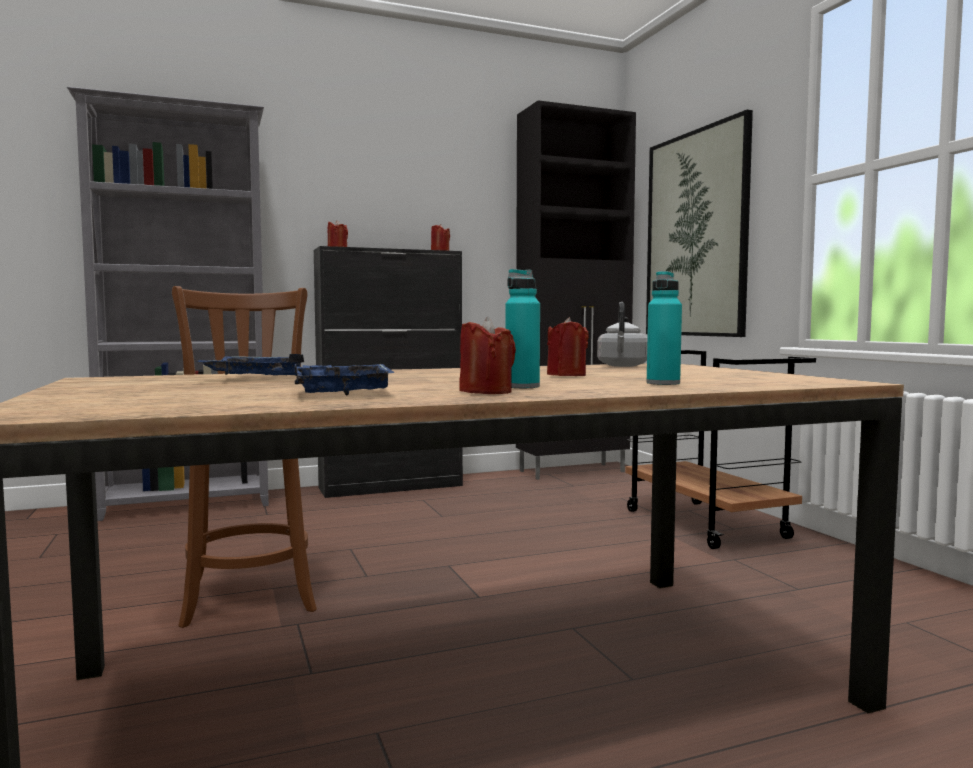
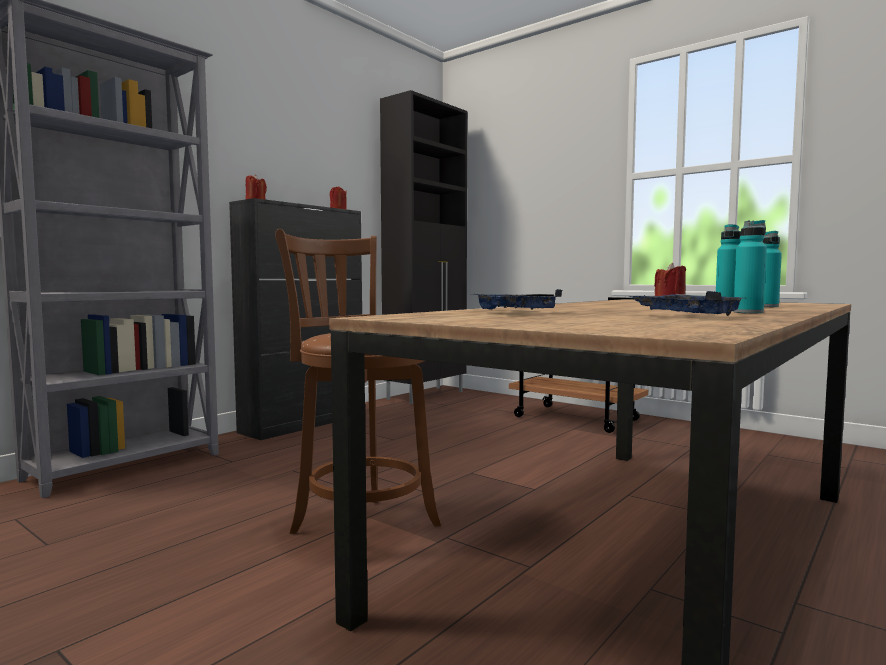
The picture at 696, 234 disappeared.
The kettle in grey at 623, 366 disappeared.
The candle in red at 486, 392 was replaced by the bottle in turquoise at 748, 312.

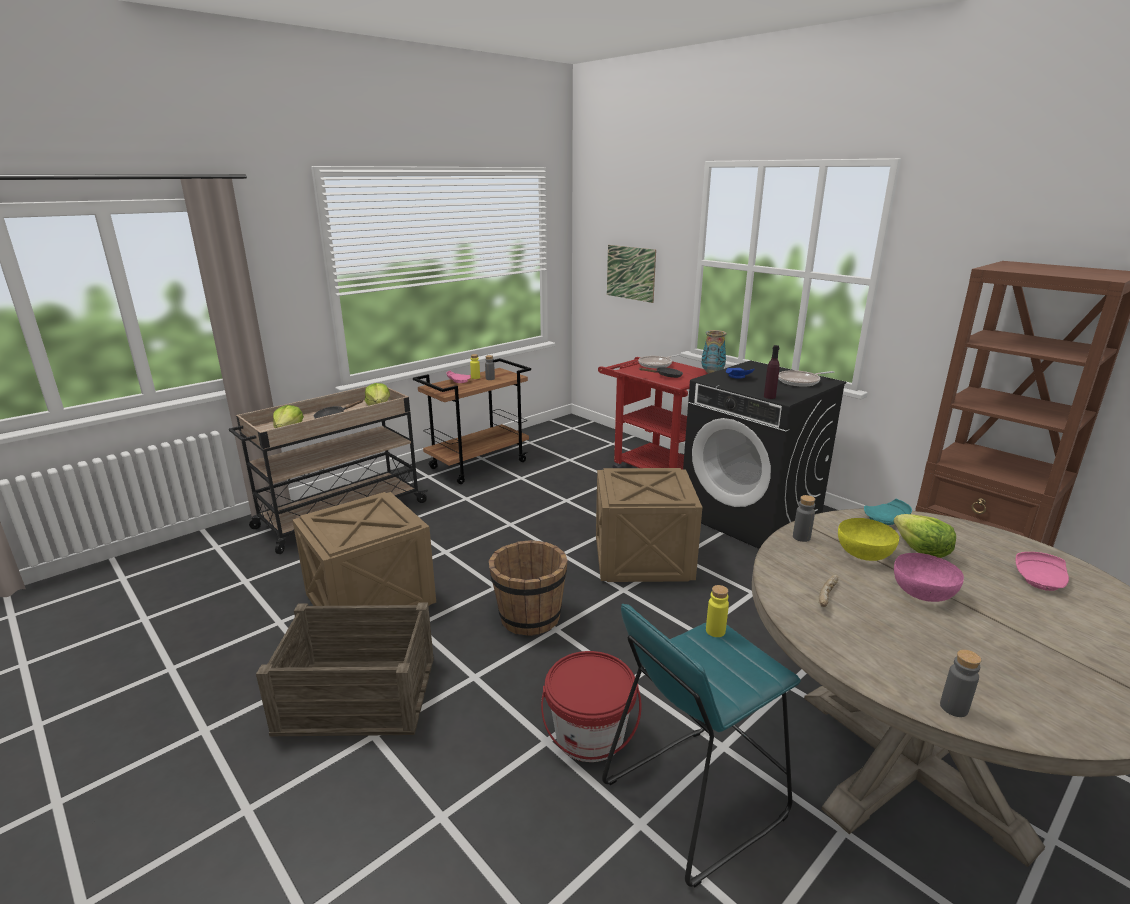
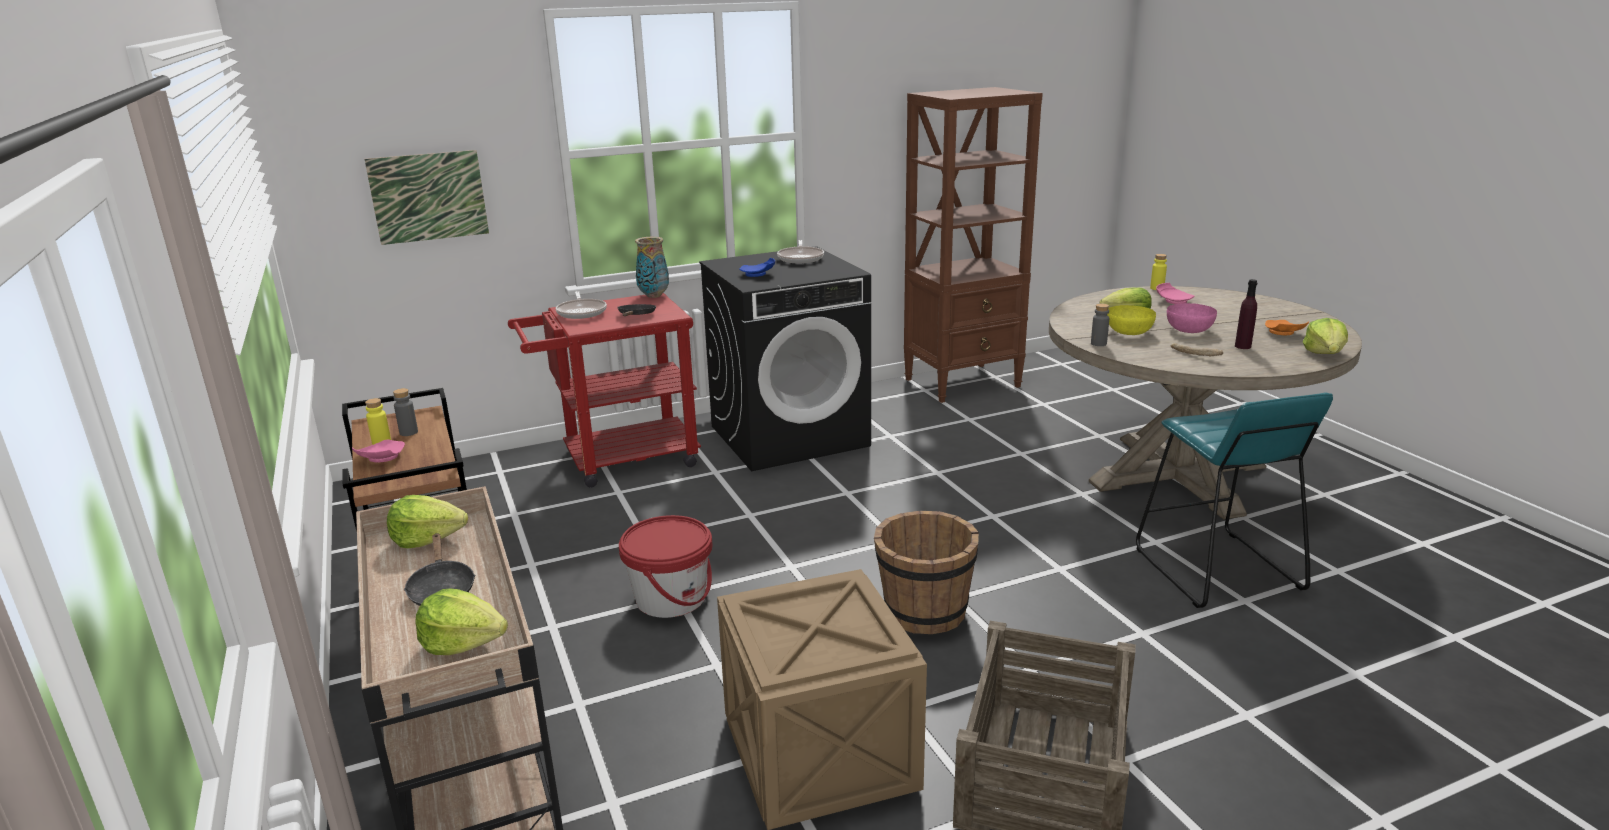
The bottle in purple moved from 769, 397 to 1242, 346.
The crate at 644, 559 disappeared.
The plate in turquoise at 886, 520 disappeared.
The bottle in yellow moved from 715, 631 to 1157, 288.
The bottle in grey at 953, 708 was replaced by the lettuce at 1324, 353.
The bucket in red moved from 589, 735 to 671, 598.
The plate in orange at 1283, 333 appeared.

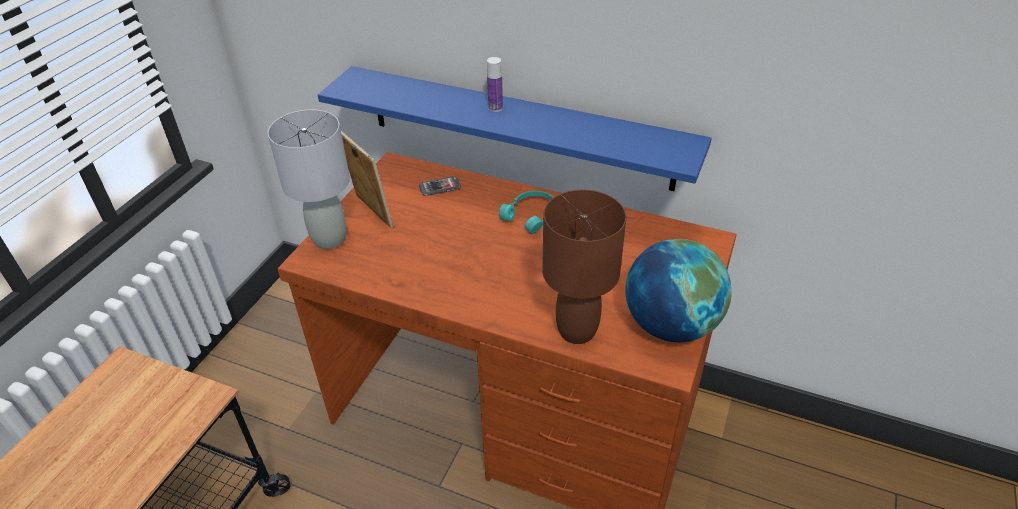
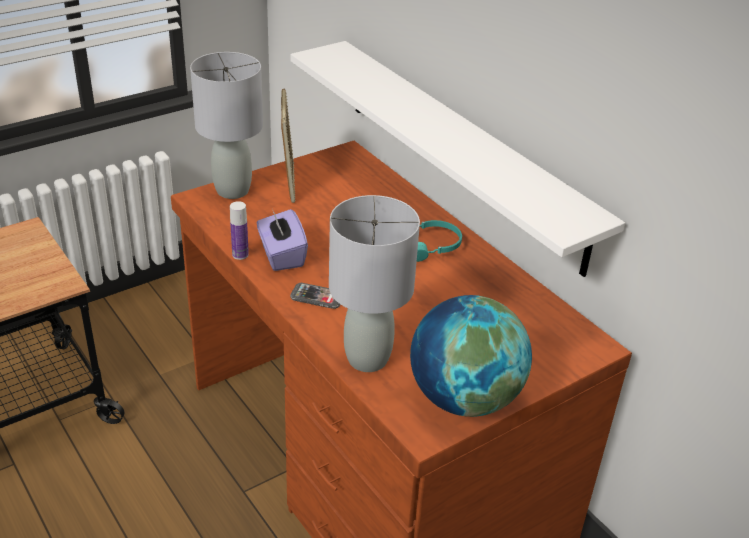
The bottle moved from 495, 108 to 240, 254.
The shelf in blue at 518, 127 became the shelf in white at 461, 151.
The phone moved from 440, 187 to 317, 297.
The table lamp in brown at 576, 331 became the table lamp in grey at 367, 358.
The tissue box in purple at 281, 255 appeared.

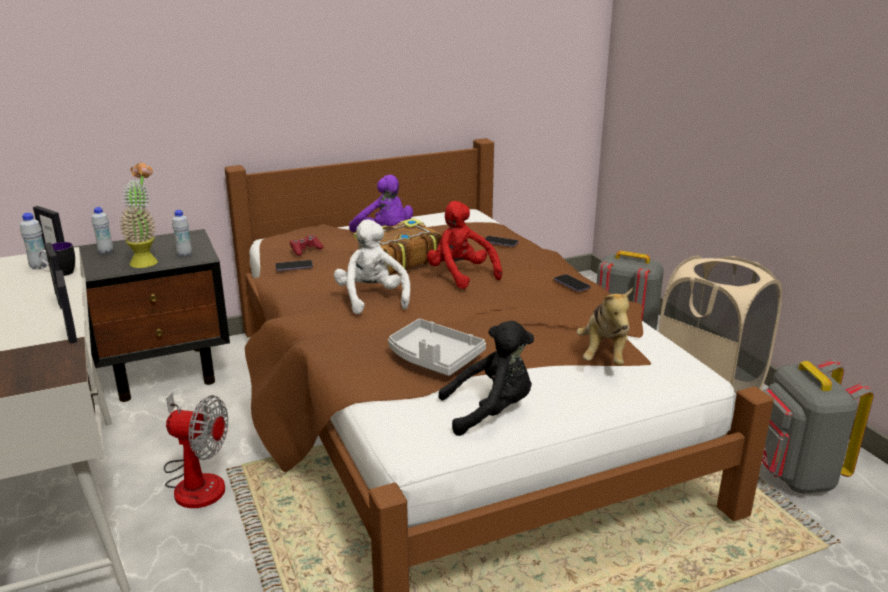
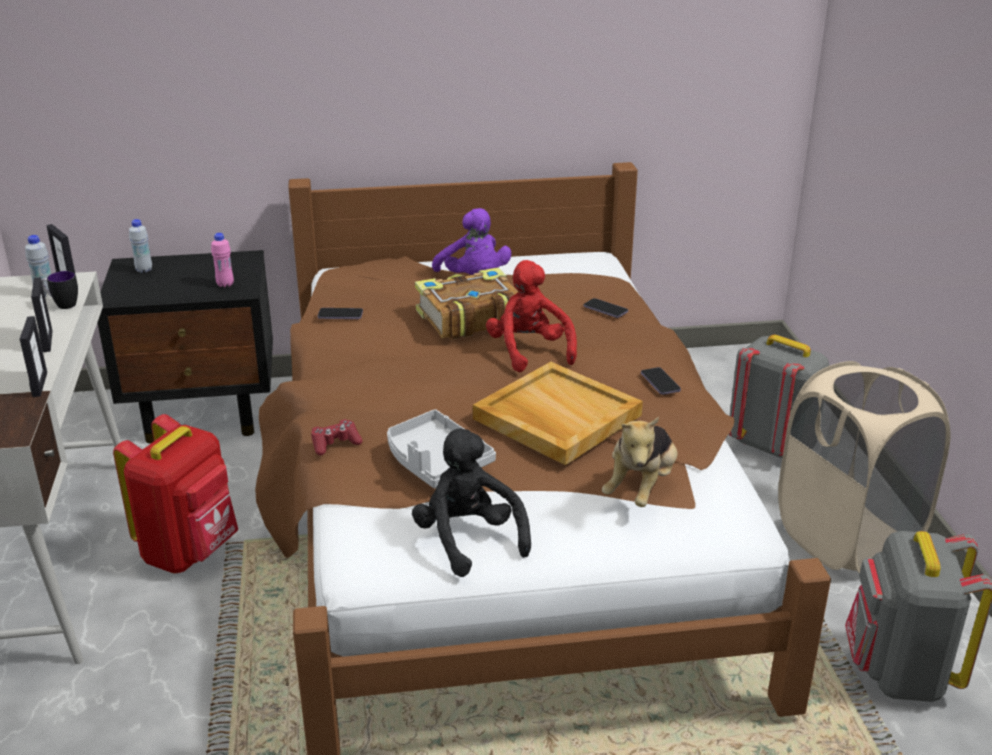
The potted plant at 147, 260 disappeared.
The bottle in white at 184, 255 became the bottle in pink at 225, 285.
The plush toy in white at 372, 298 disappeared.
The game controller in red moved from 305, 250 to 335, 443.
The plush toy in black at 491, 411 turned 120 degrees counterclockwise.
The fan at 196, 481 was replaced by the backpack in red at 190, 551.
The tray in beige at 555, 417 appeared.

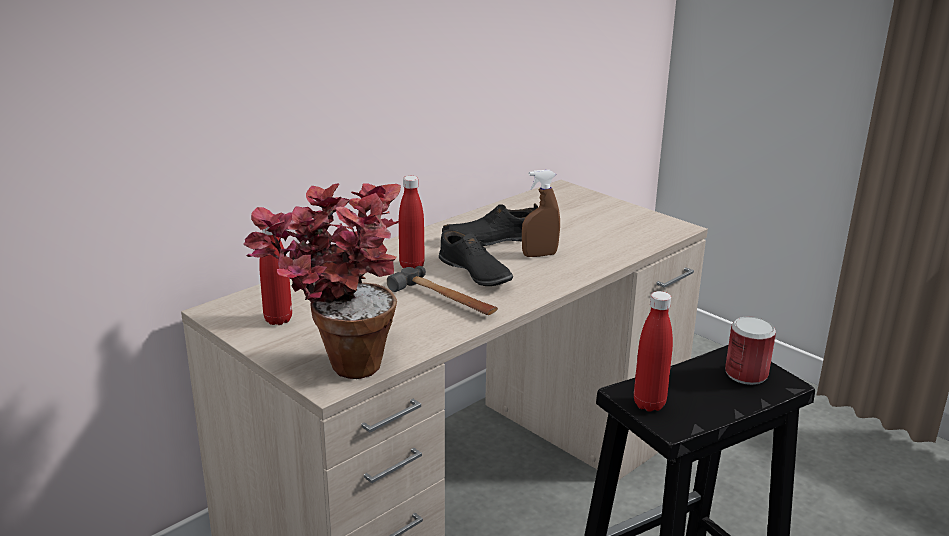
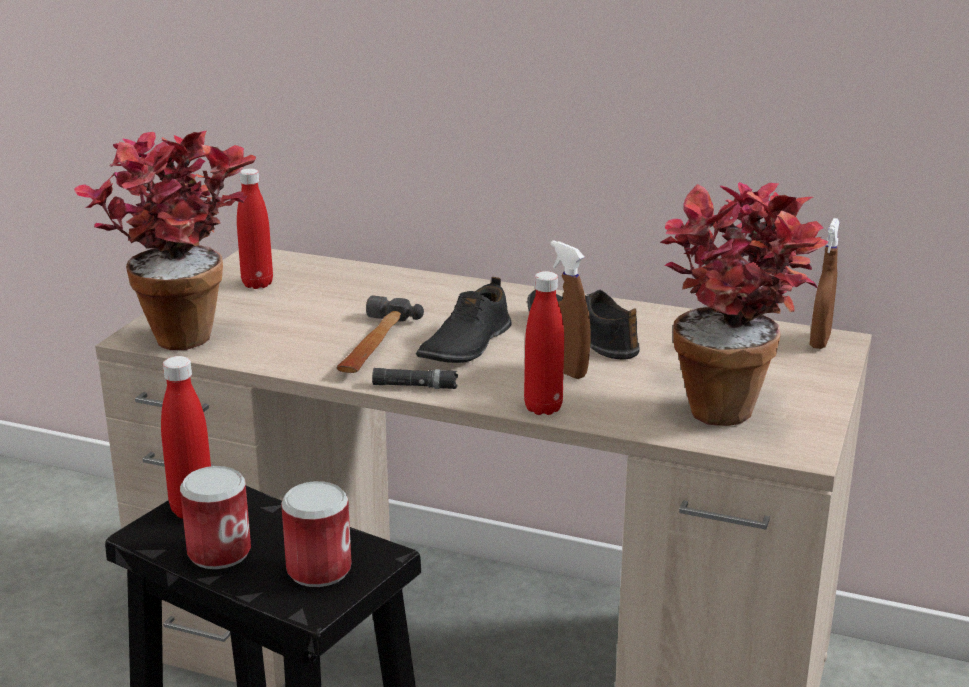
The bottle in red moved from 412, 266 to 543, 408.
The potted plant at 729, 403 appeared.
The spray bottle in brown at 819, 341 appeared.
The flashlight in black at 415, 386 appeared.
The can at 219, 552 appeared.

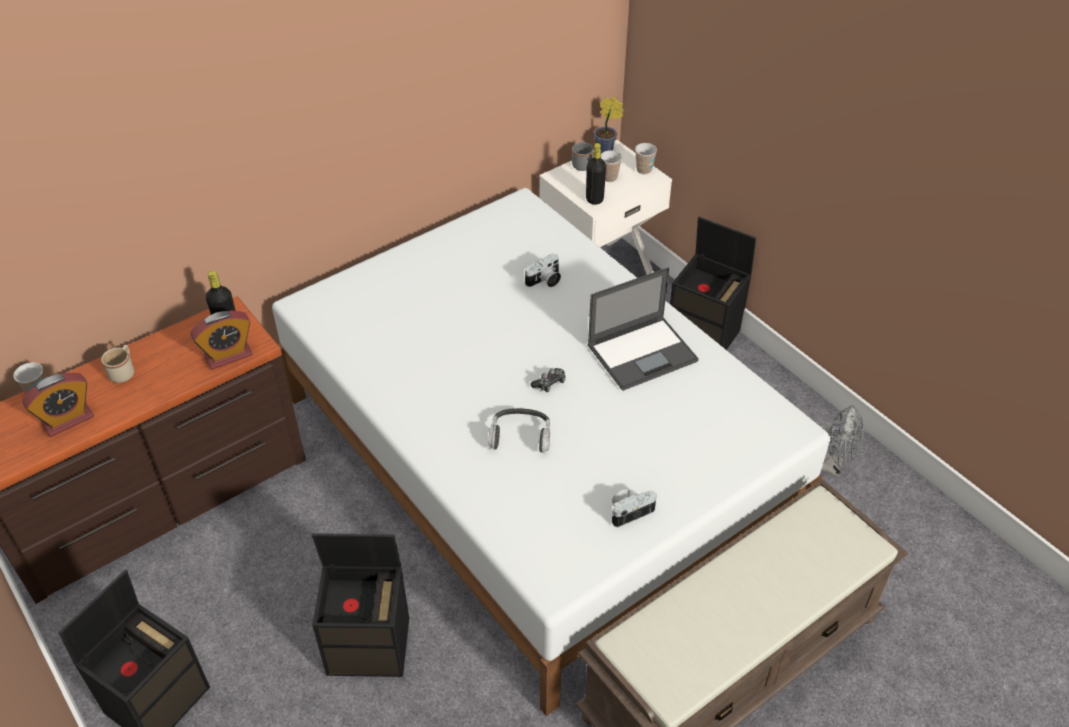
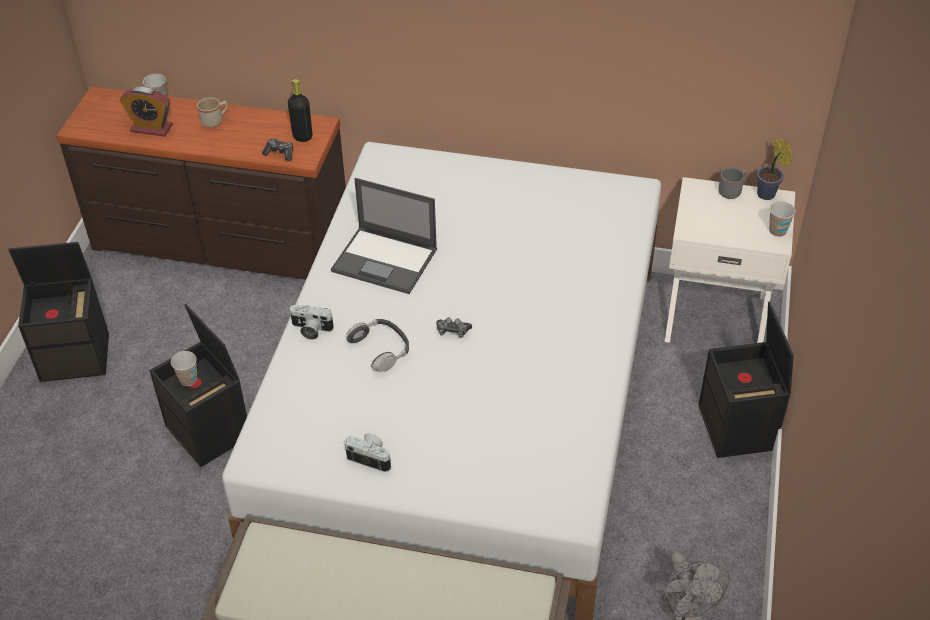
The bottle in black at 594, 199 disappeared.
The cup moved from 609, 177 to 188, 379.
The photo camera moved from 544, 281 to 311, 330.
The laptop moved from 643, 352 to 386, 260.
The alarm clock at 228, 355 was replaced by the game controller at 280, 153.

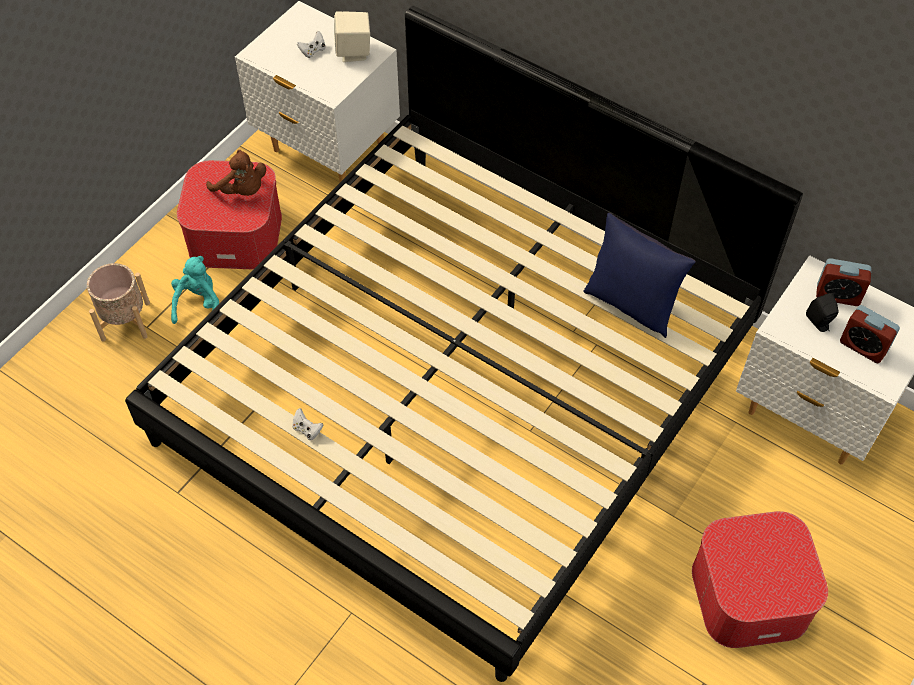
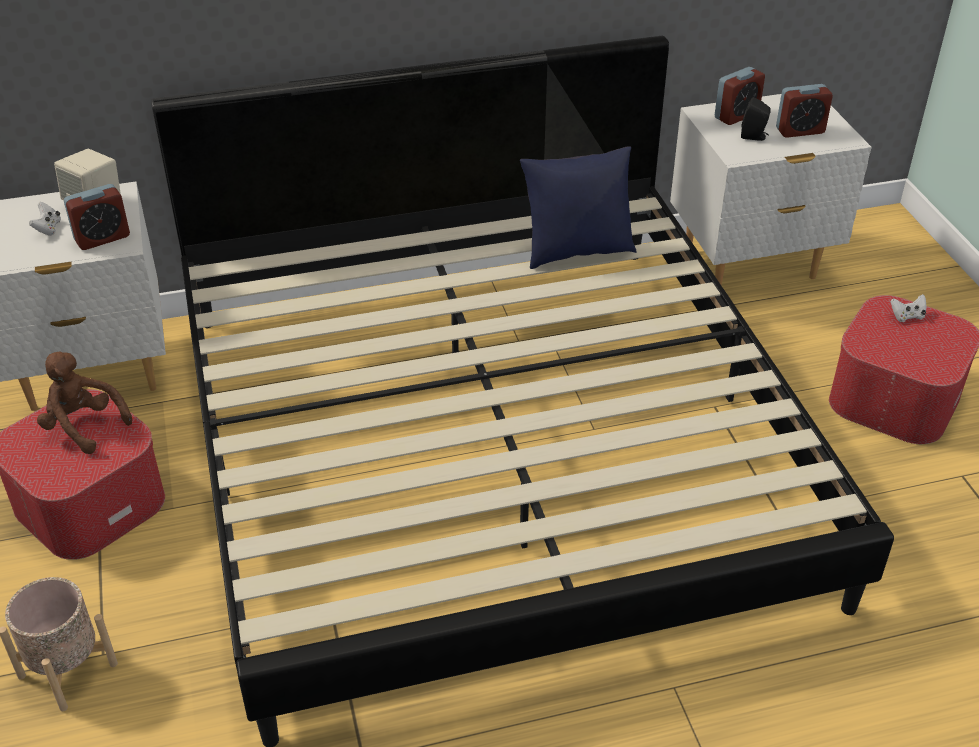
The plush toy in brown at 242, 190 turned 135 degrees counterclockwise.
The plush toy in turquoise at 199, 305 disappeared.
The game controller in white moved from 307, 430 to 907, 316.
The alarm clock at 102, 238 appeared.

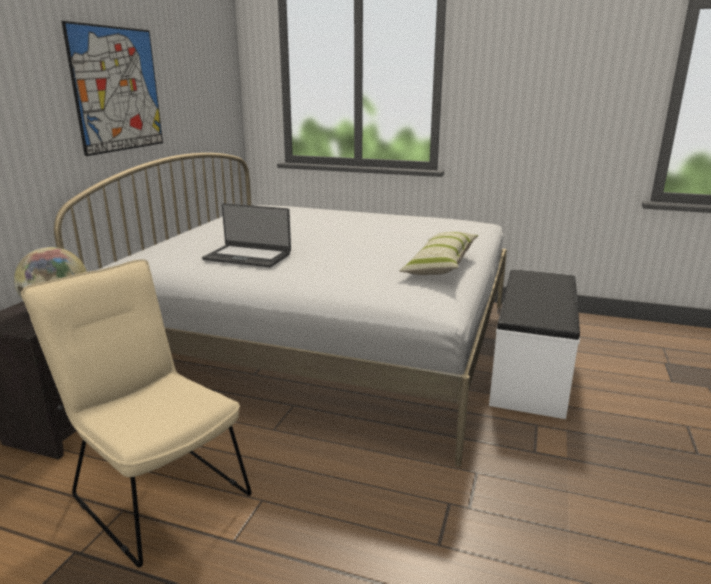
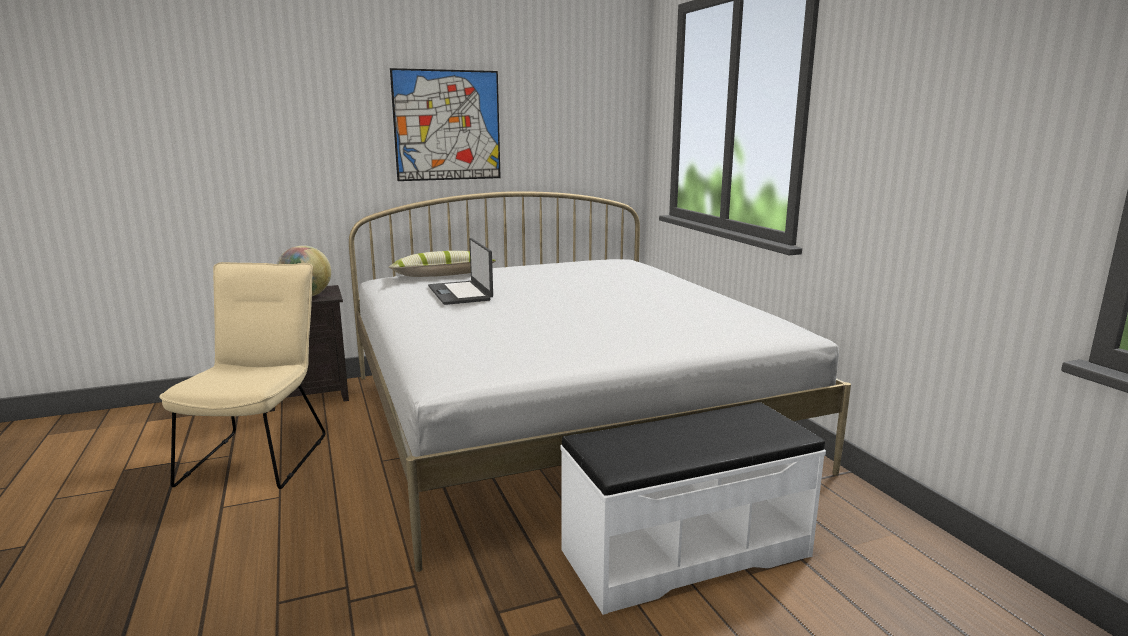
The pillow moved from 440, 265 to 442, 275.

